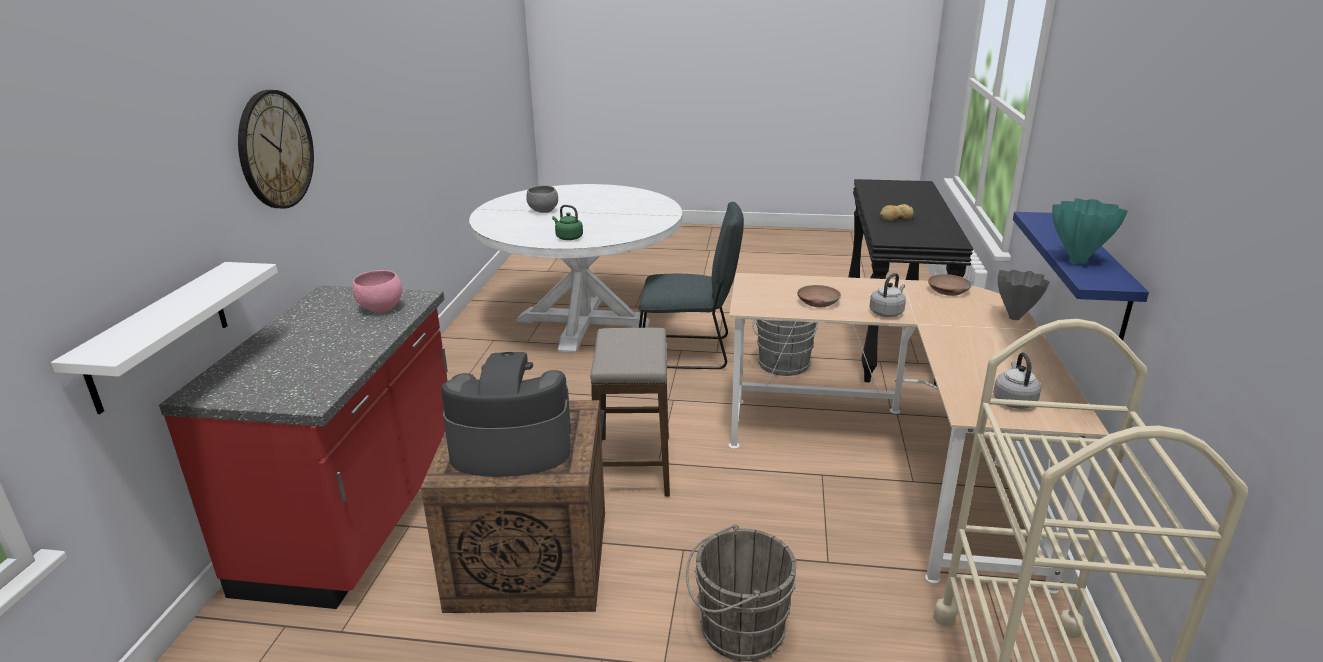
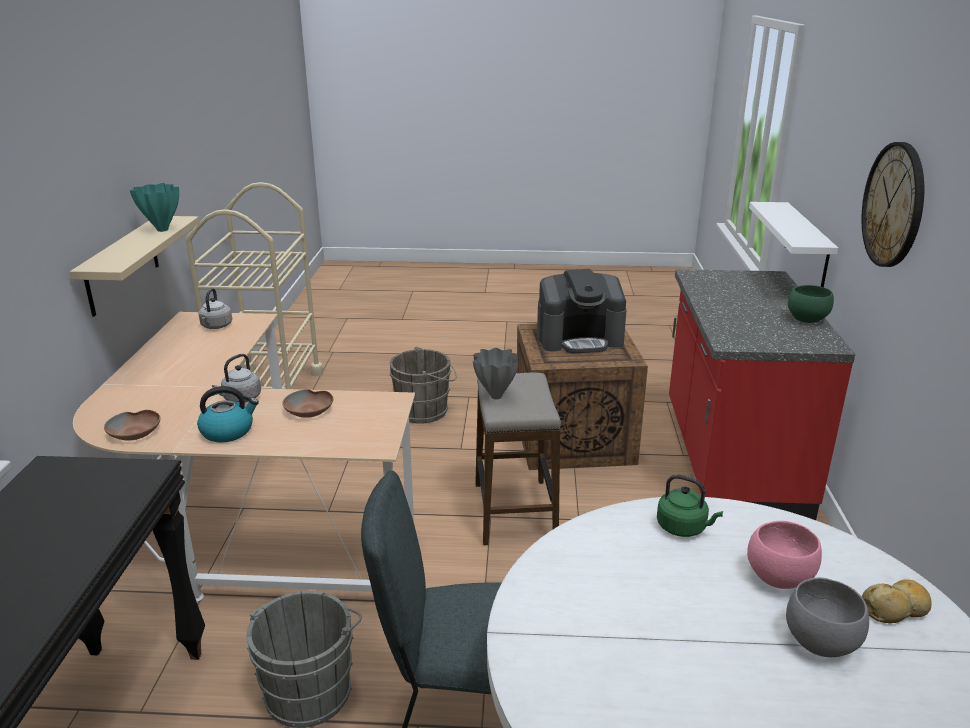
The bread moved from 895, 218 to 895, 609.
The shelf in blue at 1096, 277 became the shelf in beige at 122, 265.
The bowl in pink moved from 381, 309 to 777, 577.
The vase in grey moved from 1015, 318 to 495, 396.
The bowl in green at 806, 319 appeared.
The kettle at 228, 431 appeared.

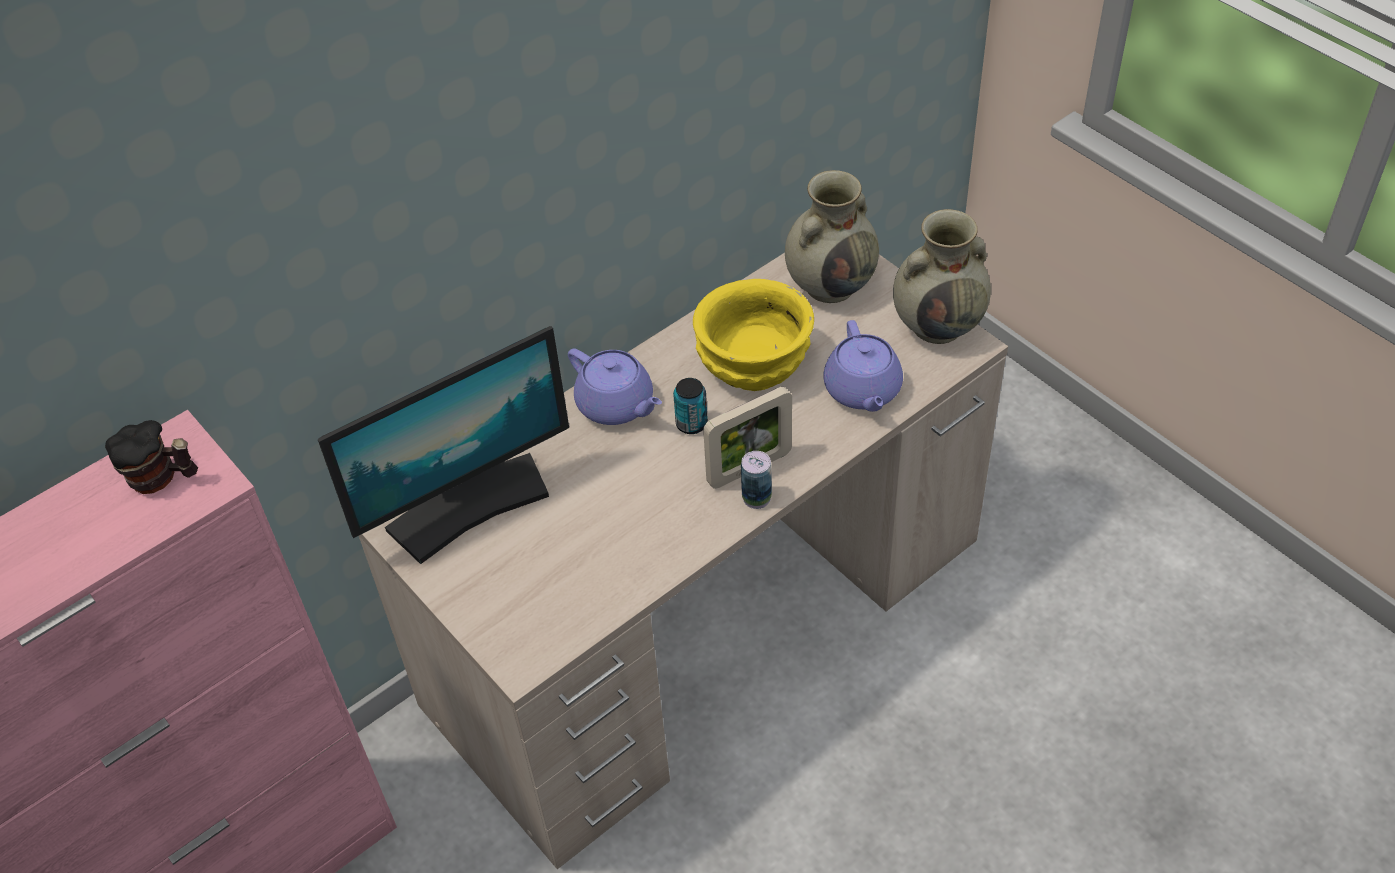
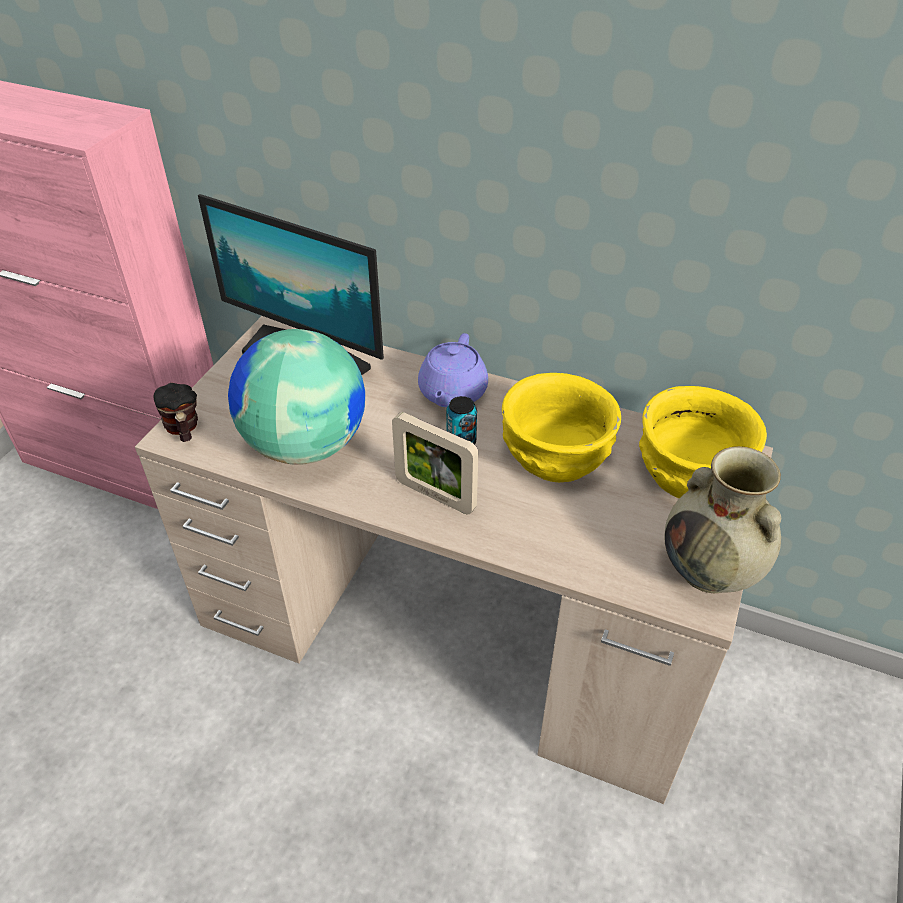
The vase in beige at 831, 284 was replaced by the bowl in yellow at 692, 473.
The teapot in purple at 862, 390 disappeared.
The mug moved from 161, 479 to 183, 430.
The can at 756, 498 disappeared.
The globe at 304, 444 appeared.

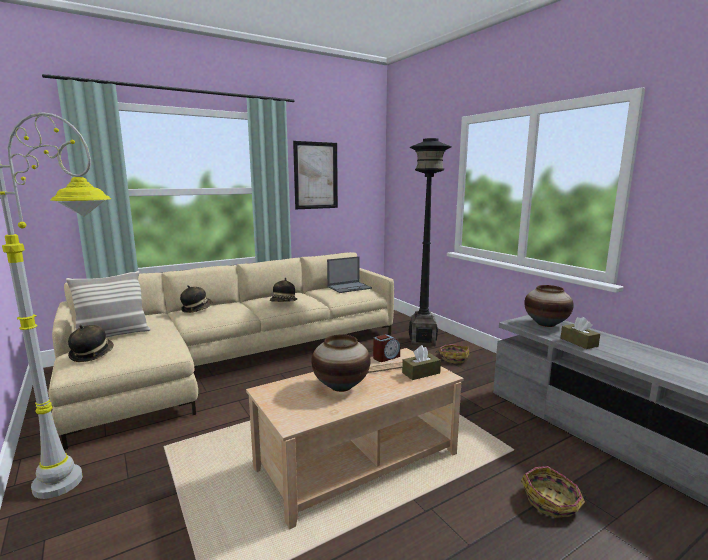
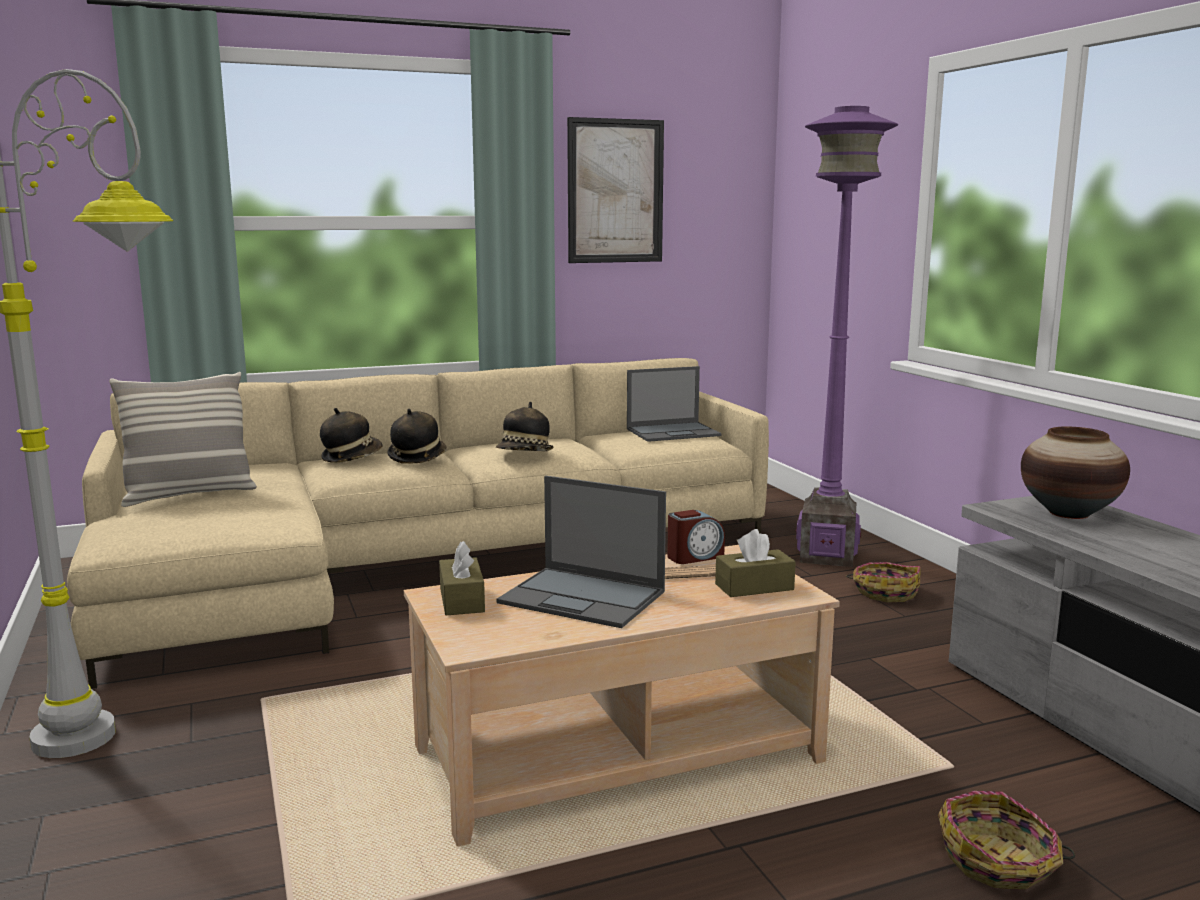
The floor lamp in black at 422, 341 became the floor lamp in purple at 827, 556.
The tissue box in brown moved from 579, 342 to 462, 600.
The hat moved from 92, 354 to 417, 457.
The vase at 341, 386 was replaced by the laptop at 584, 597.

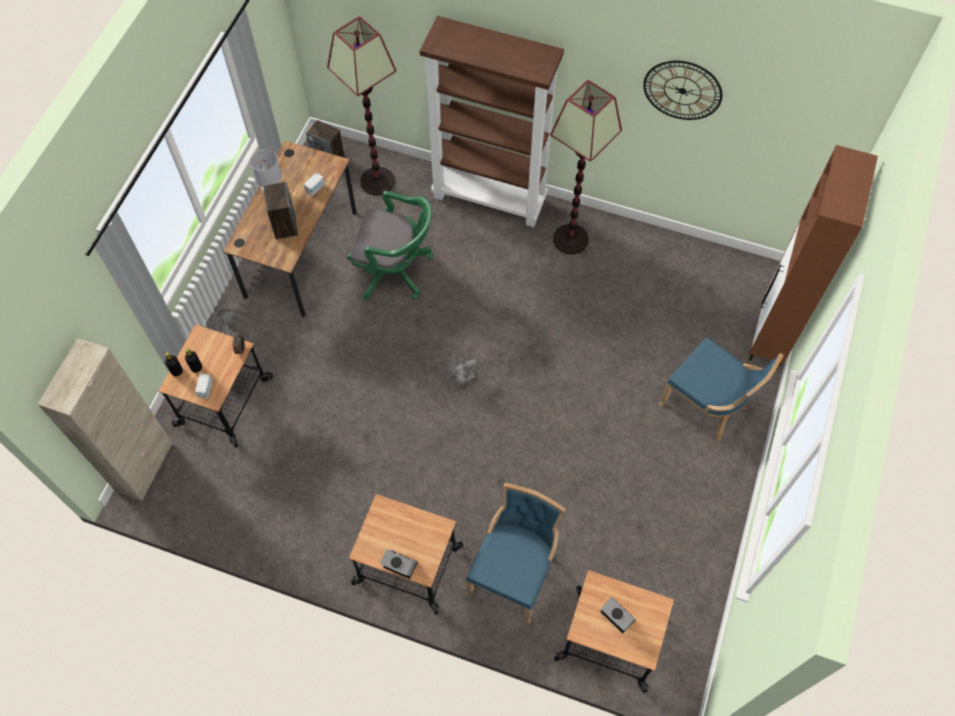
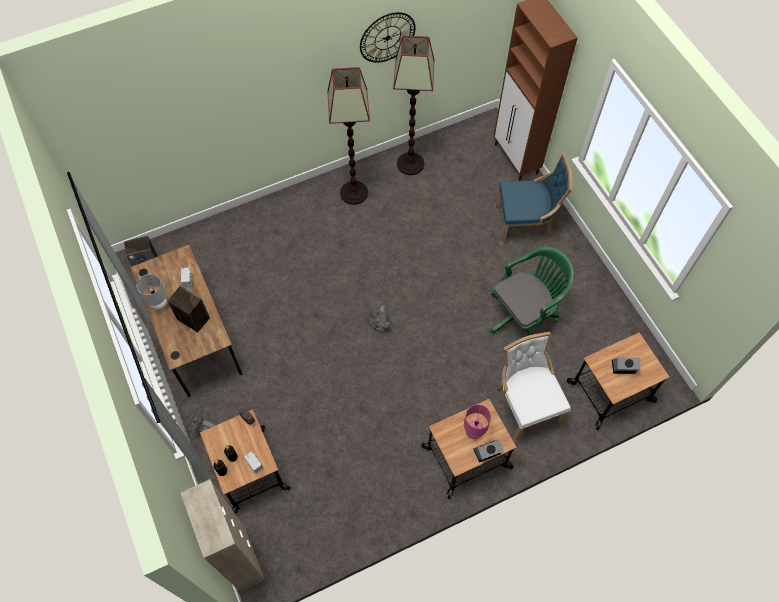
The floor lamp moved from 378, 181 to 410, 163.
The bookcase in brown at 490, 198 disappeared.
The office chair in green moved from 395, 270 to 524, 315.
The chair in blue at 513, 572 became the chair in white at 525, 405.
The table lamp in pink at 474, 431 appeared.

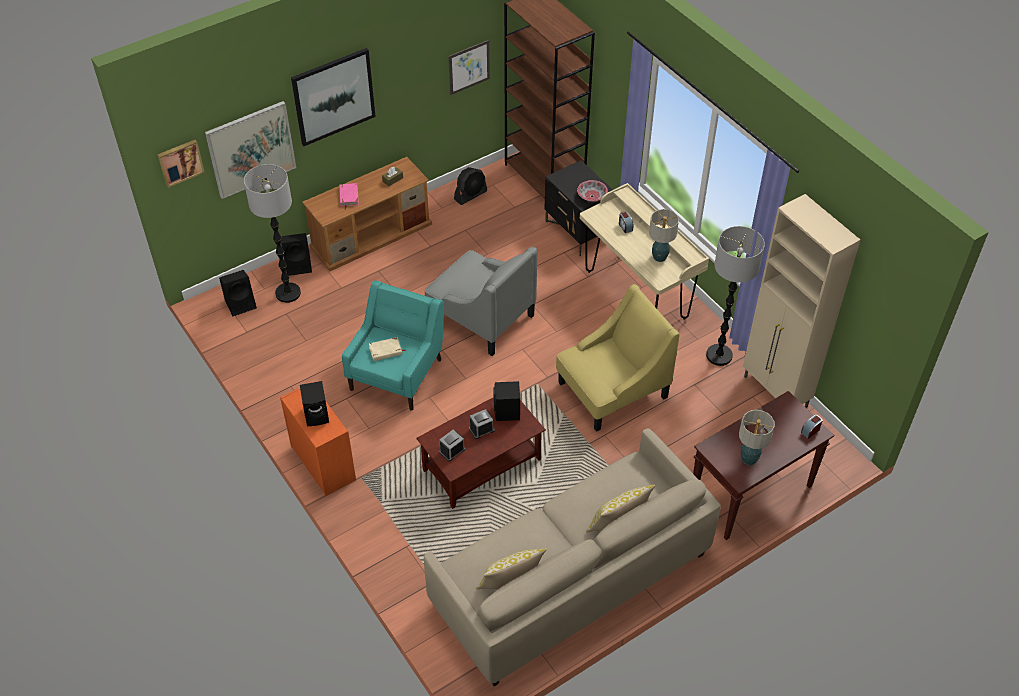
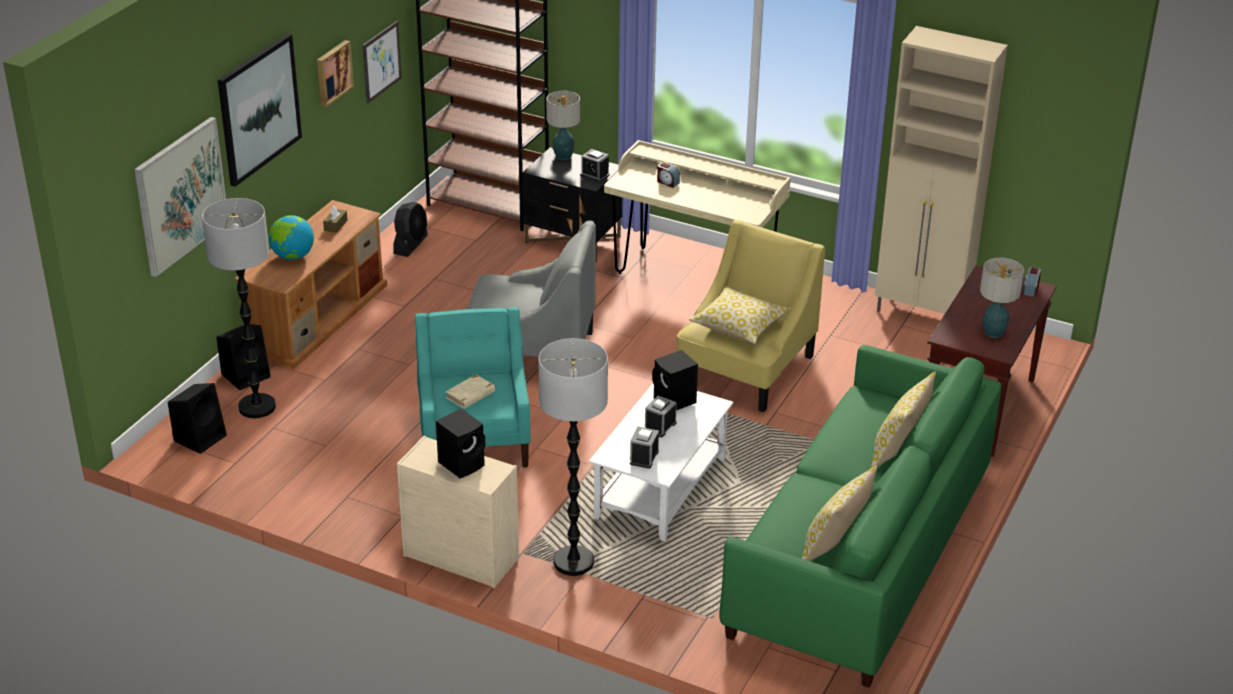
The picture moved from 180, 162 to 333, 72.
The bowl at 592, 196 was replaced by the alarm clock at 594, 175.
The book in pink at 348, 196 was replaced by the globe at 293, 256.
The table lamp moved from 659, 257 to 563, 156.
The floor lamp moved from 719, 355 to 574, 562.
The dresser in orange at 322, 462 became the dresser in beige at 459, 556.
The coffee table in brown at 481, 465 became the coffee table in white at 660, 489.
The sofa in beige at 570, 579 became the sofa in green at 861, 554.
The pillow at 739, 326 appeared.

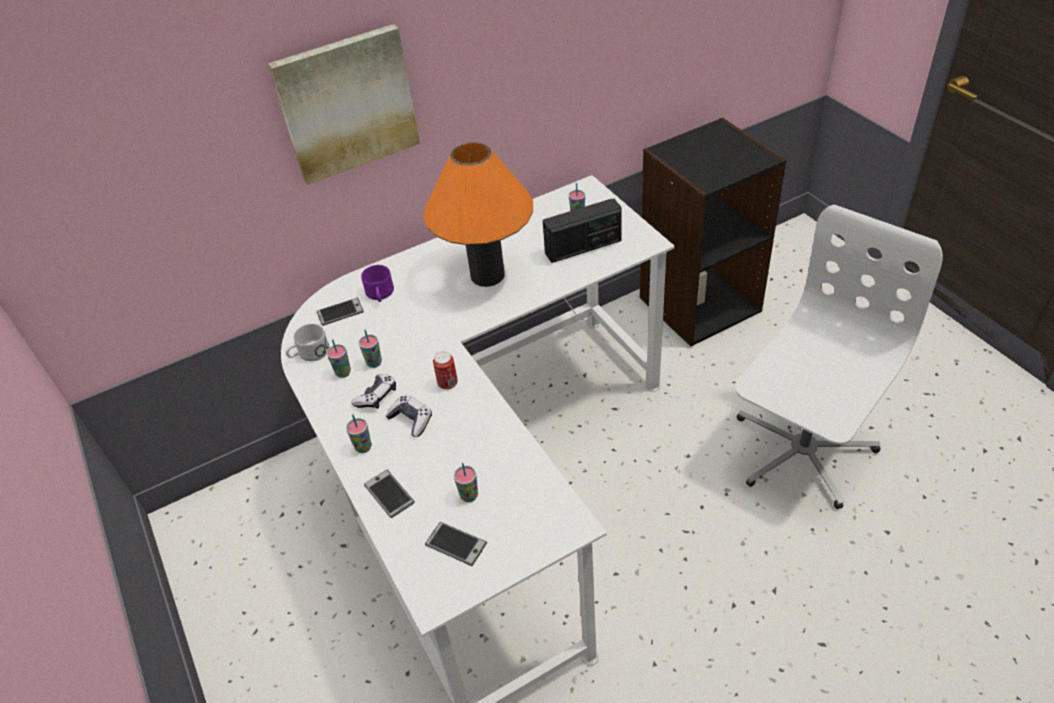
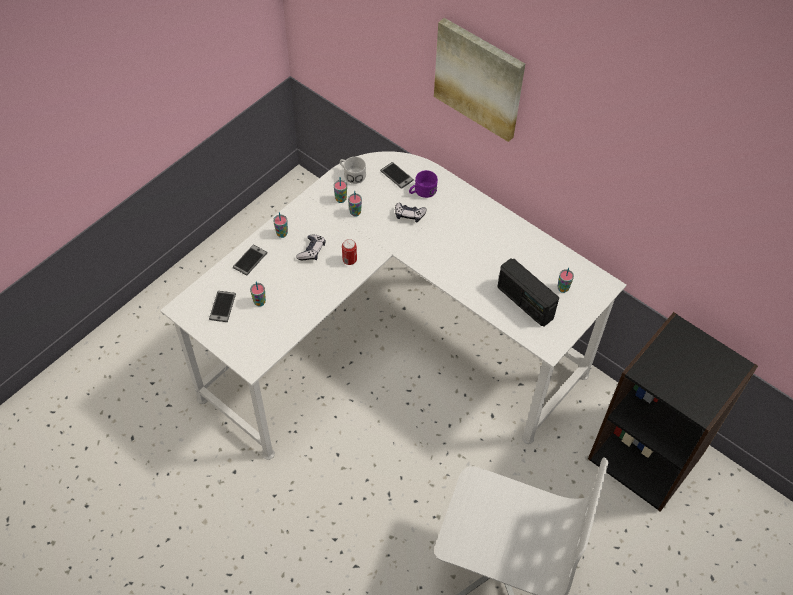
The table lamp in orange at 487, 275 disappeared.
The game controller moved from 376, 396 to 409, 215.

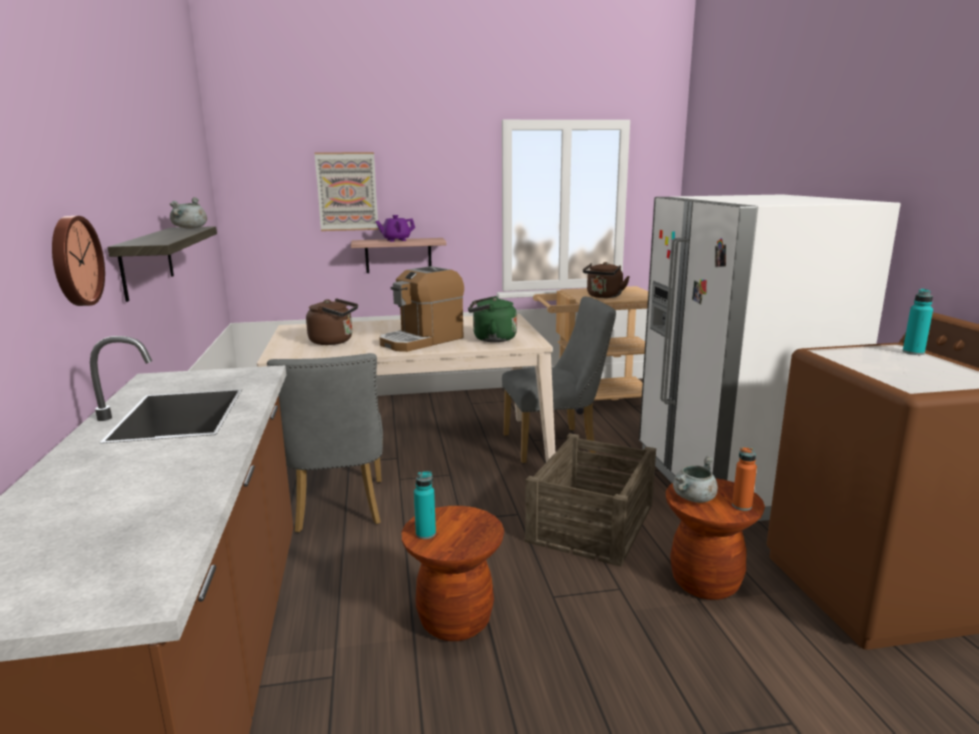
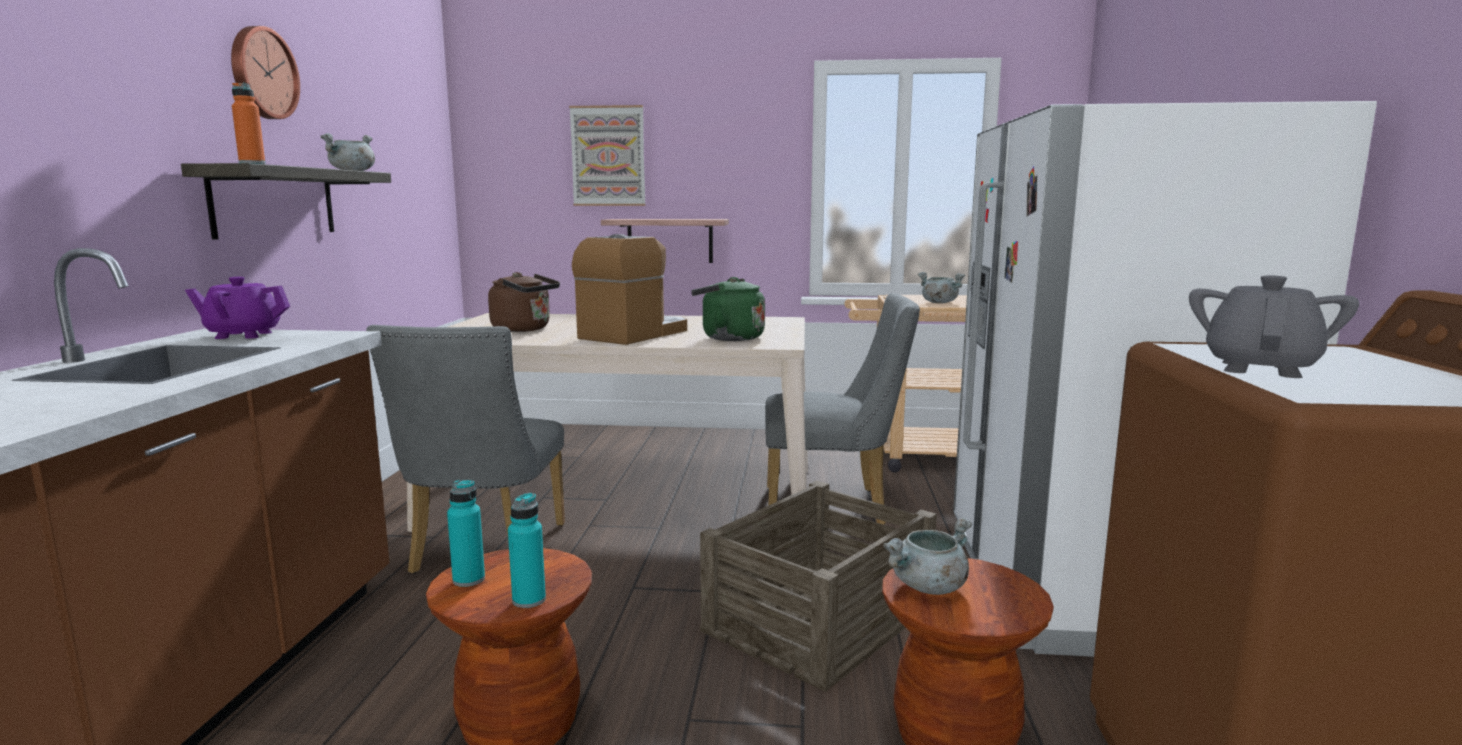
The teapot in purple moved from 396, 240 to 243, 335.
The wall clock moved from 74, 261 to 262, 73.
The kettle in brown at 603, 296 was replaced by the cooking pot in grey at 938, 302.
The coffee machine at 422, 340 turned 150 degrees clockwise.
The bottle in turquoise moved from 913, 352 to 529, 600.
The bottle in orange moved from 741, 506 to 252, 164.
The teapot in grey at 1260, 369 appeared.

